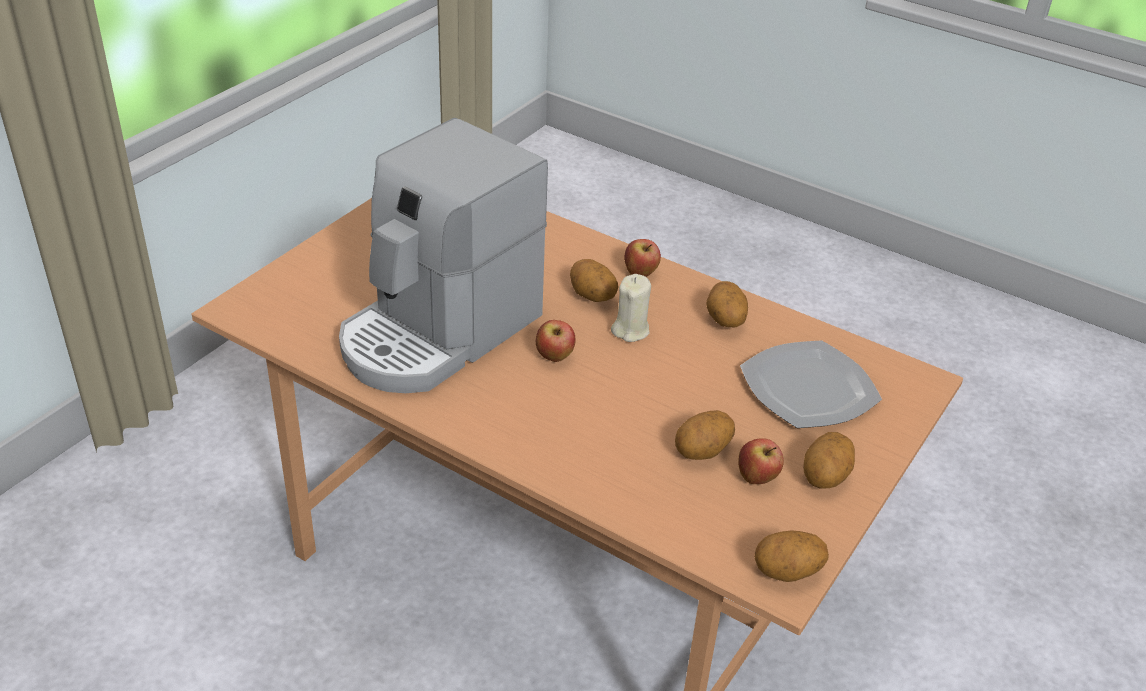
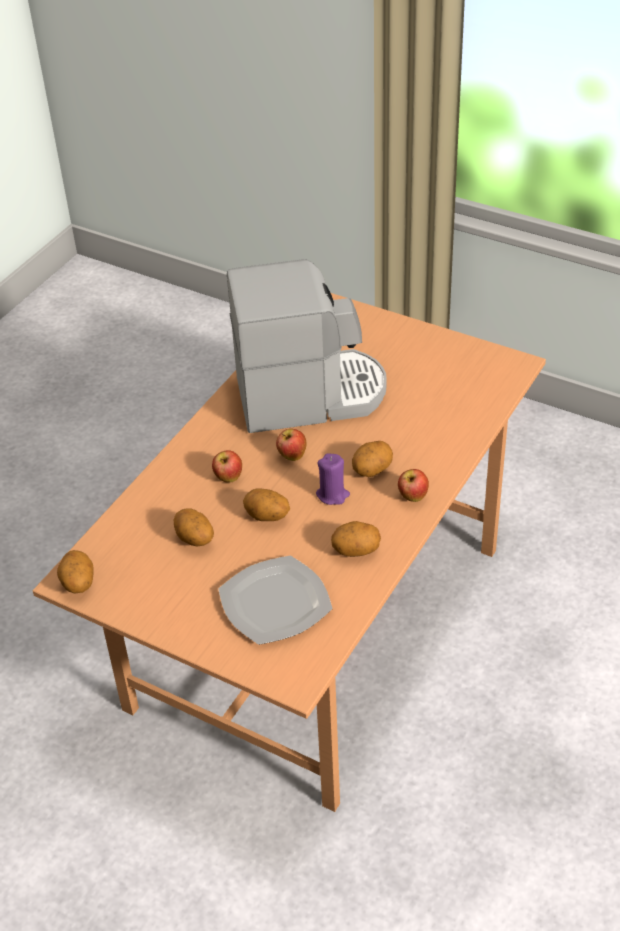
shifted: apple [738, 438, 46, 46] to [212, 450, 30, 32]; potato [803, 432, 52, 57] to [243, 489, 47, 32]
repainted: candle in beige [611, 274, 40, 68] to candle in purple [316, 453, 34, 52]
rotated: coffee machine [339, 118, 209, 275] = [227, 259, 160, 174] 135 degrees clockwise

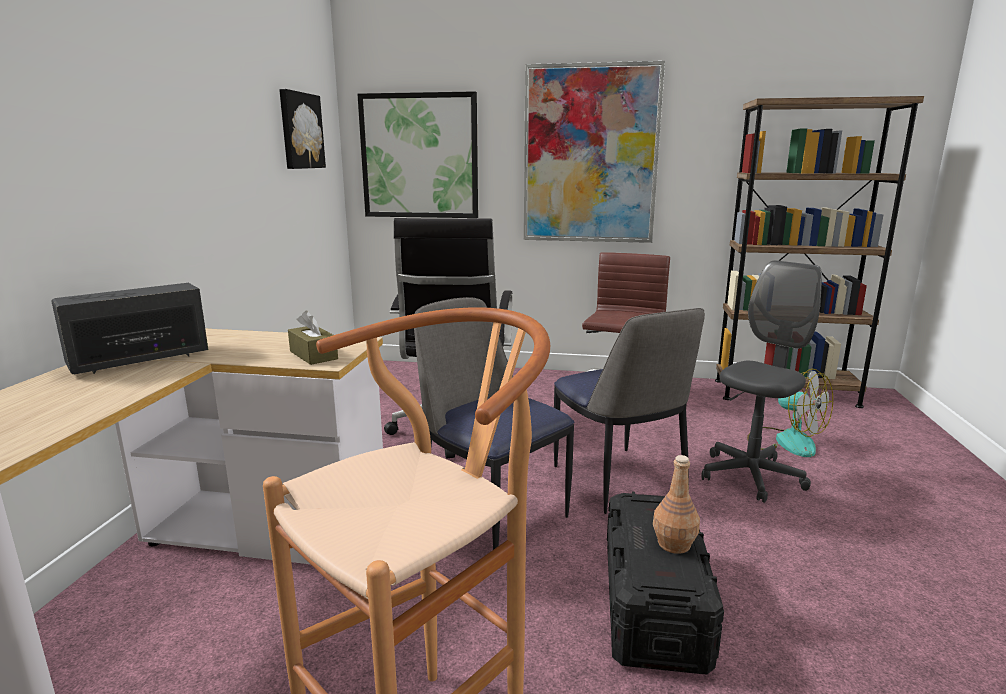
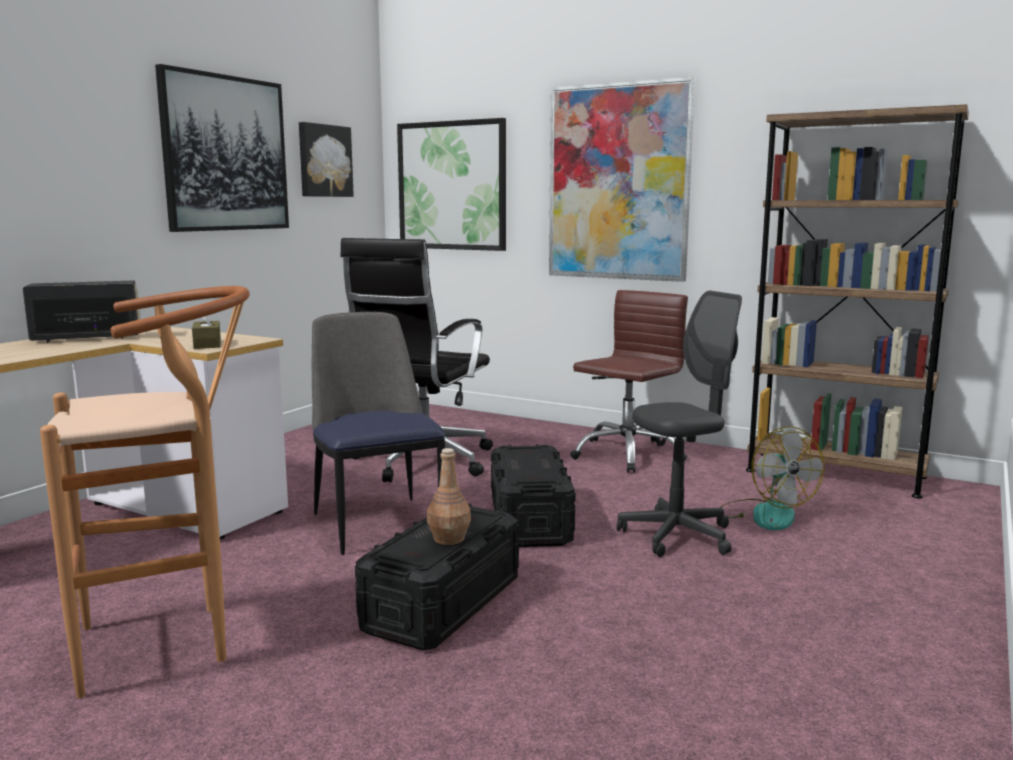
new: picture [155, 64, 134, 168]
swapped: chair [554, 308, 151, 206] to storage box in black [491, 444, 85, 103]

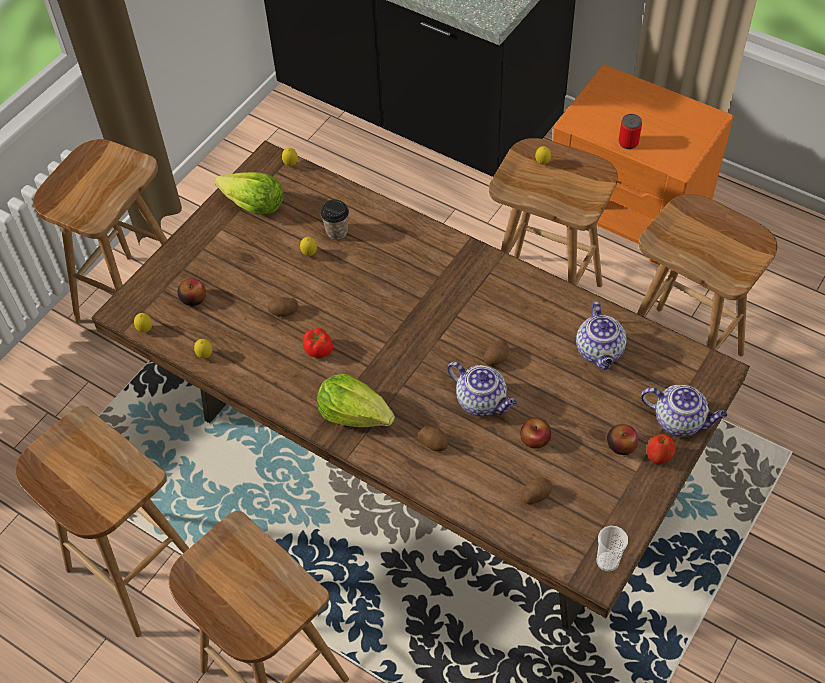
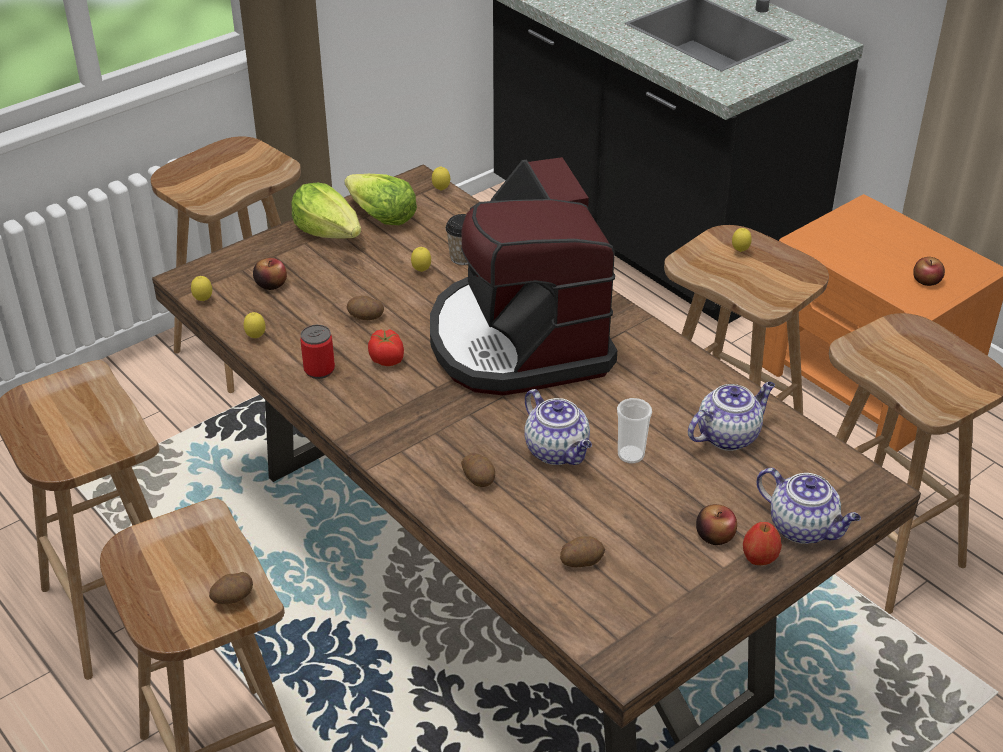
new: coffee machine [430, 157, 187, 238]
shifted: lettuce [317, 374, 78, 53] to [291, 183, 70, 55]; potato [484, 340, 25, 26] to [209, 572, 44, 32]; apple [520, 418, 31, 31] to [913, 257, 32, 29]; cup [597, 526, 31, 46] to [617, 398, 35, 65]; can [618, 114, 24, 35] to [300, 325, 35, 54]
rotated: teapot [576, 301, 51, 69] = [688, 382, 87, 69] 135 degrees counterclockwise

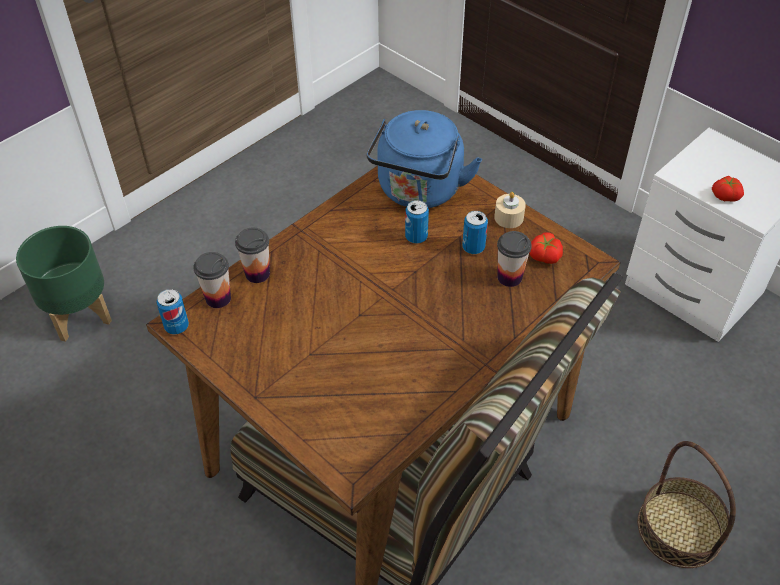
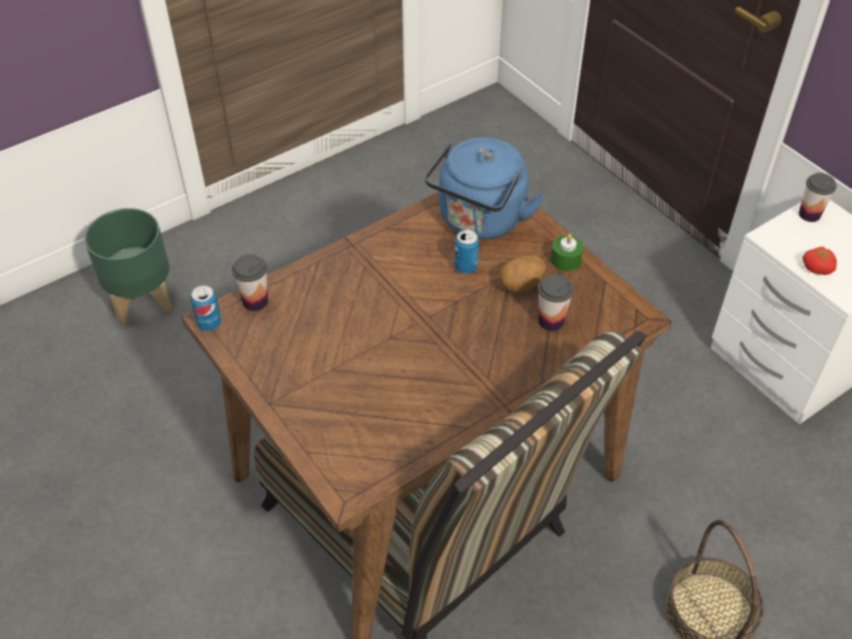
gone: tomato [529, 232, 34, 32]
shifted: cup [235, 228, 35, 55] to [799, 173, 37, 49]
swapped: can [462, 211, 26, 43] to potato [499, 255, 48, 37]
repainted: candle in beige [494, 192, 32, 36] to candle in green [551, 234, 33, 37]

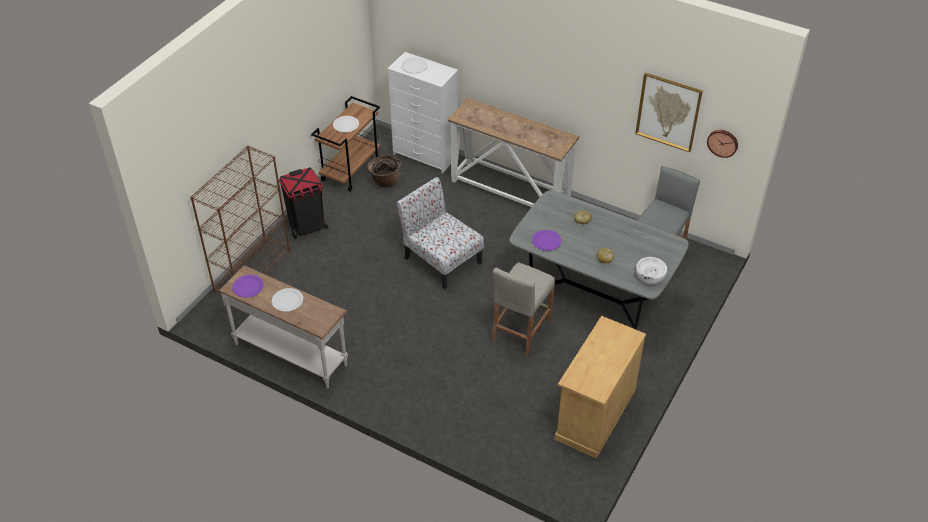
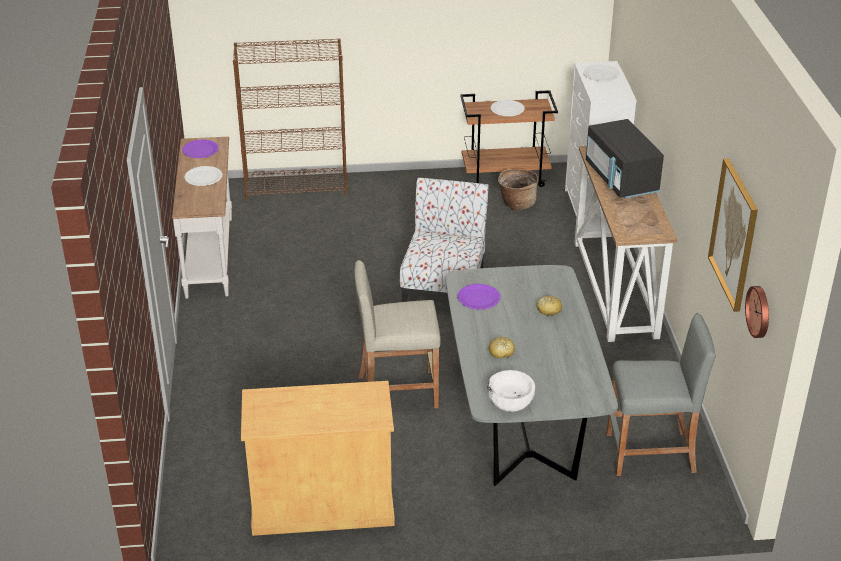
gone: trash can in black [279, 167, 49, 72]
new: microwave in black [586, 119, 78, 80]

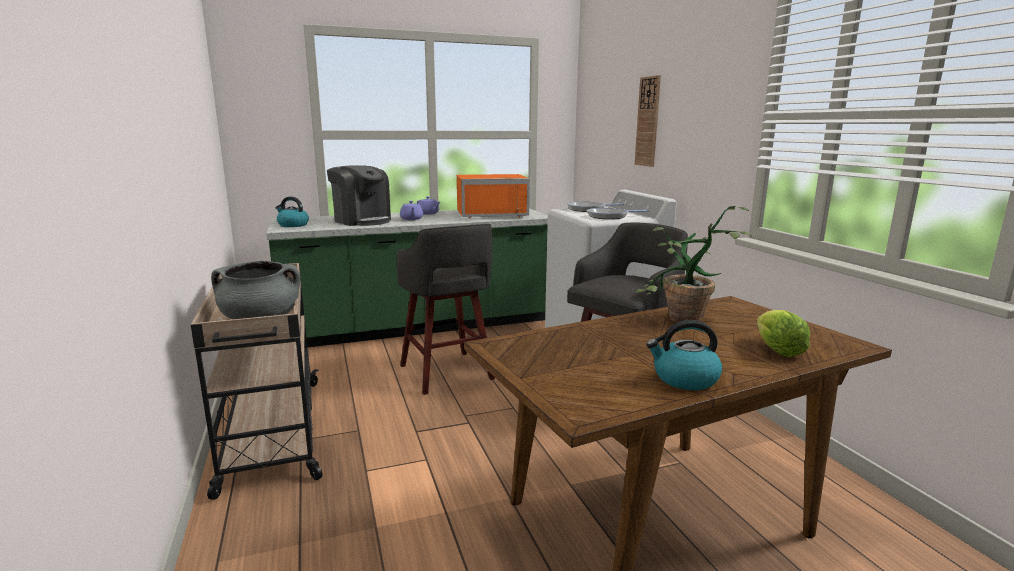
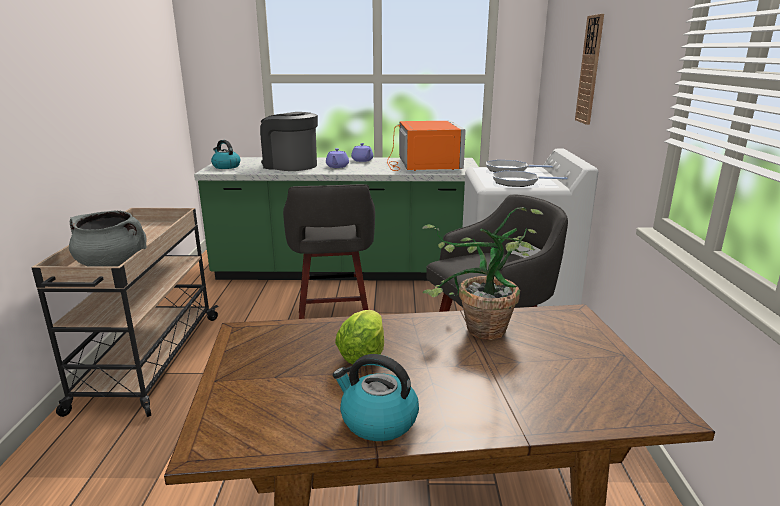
shifted: lettuce [757, 310, 53, 47] to [335, 310, 49, 56]
rotated: coffee machine [327, 165, 64, 61] = [260, 112, 58, 59] 150 degrees clockwise; microwave in orange [457, 174, 73, 44] = [387, 121, 79, 50] 105 degrees counterclockwise

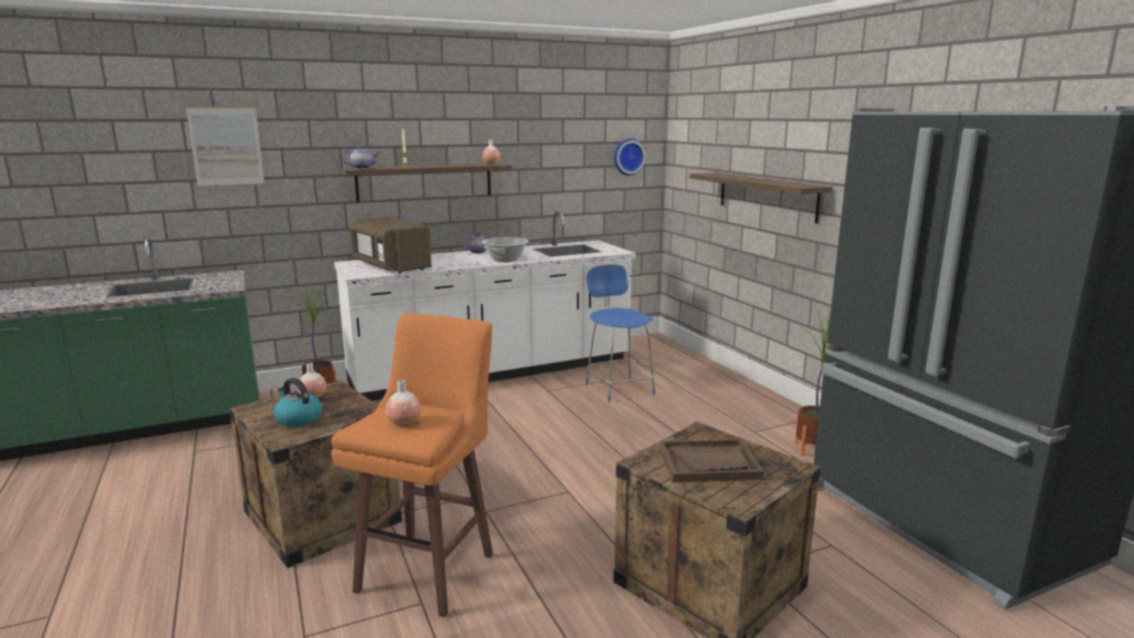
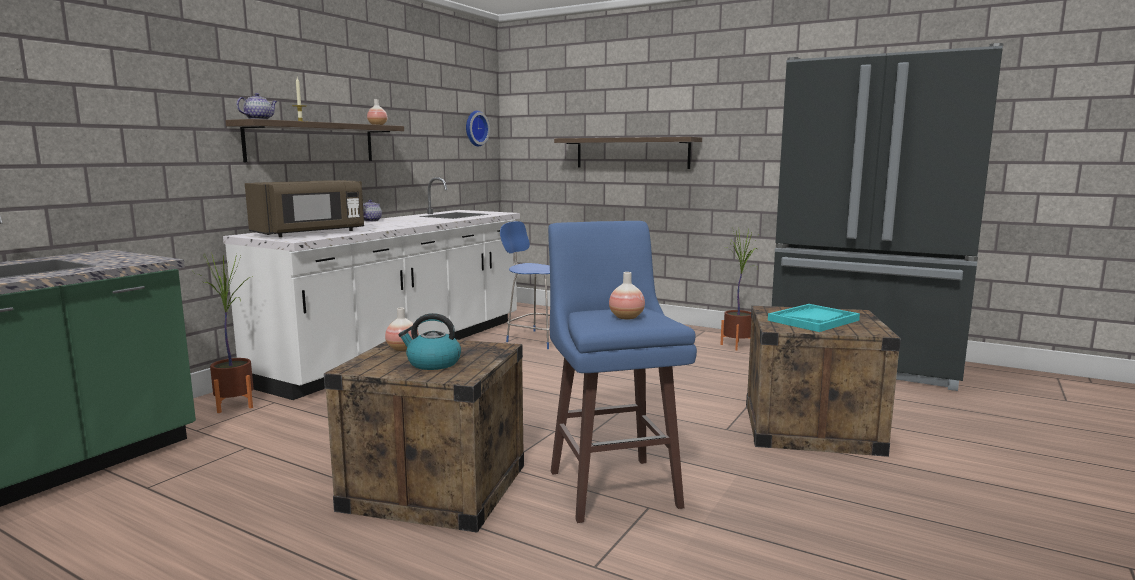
gone: picture [186, 106, 79, 82]; cooking pot [482, 237, 47, 25]
repainted: stool in orange [332, 313, 161, 305] to stool in blue [548, 221, 149, 302]; tray in brown [659, 439, 105, 43] to tray in turquoise [768, 304, 92, 28]
rotated: microwave in brown [349, 217, 83, 57] = [245, 180, 119, 57] 60 degrees counterclockwise

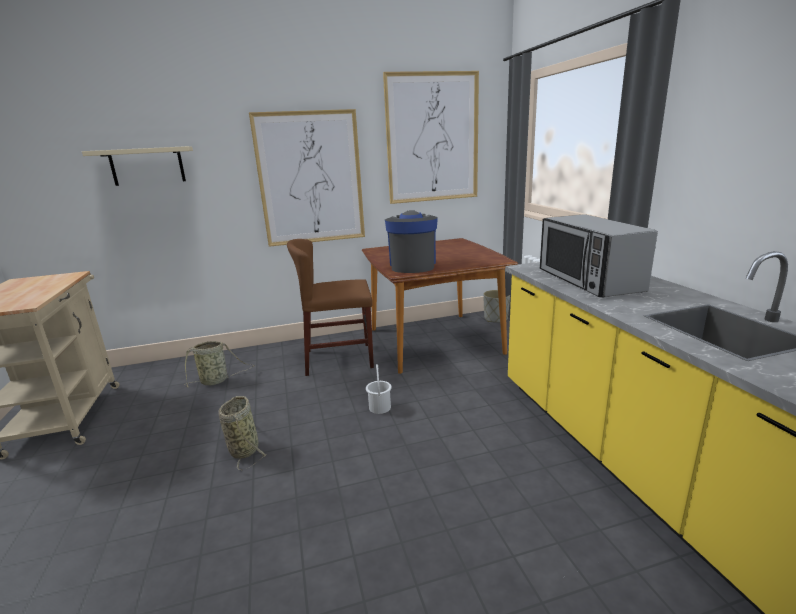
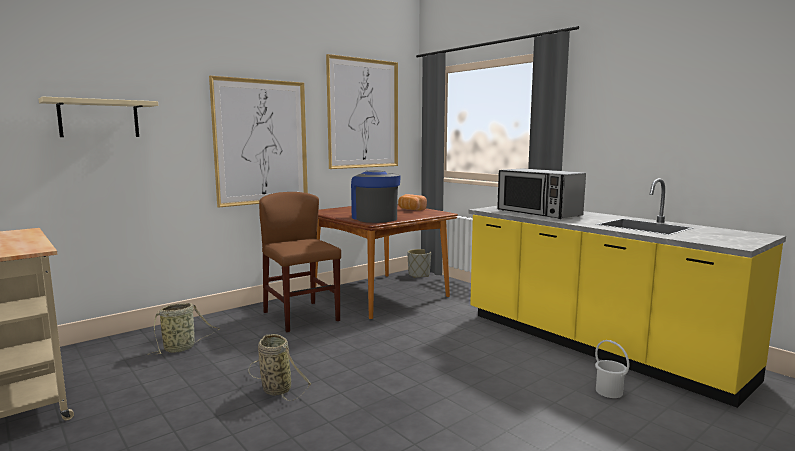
new: bread [398, 194, 29, 17]
shifted: bucket in white [366, 364, 26, 50] to [595, 340, 34, 58]
rotated: chair in brown [287, 239, 87, 137] = [259, 192, 82, 140] 90 degrees clockwise

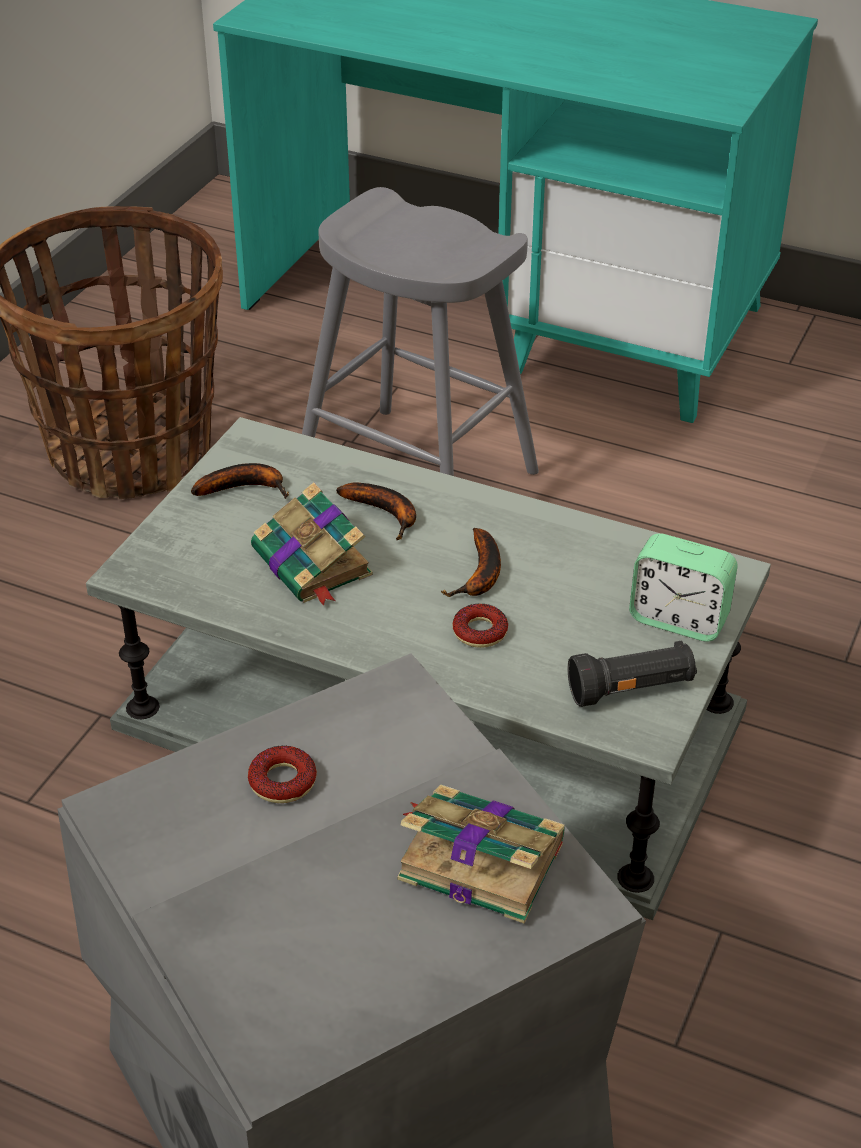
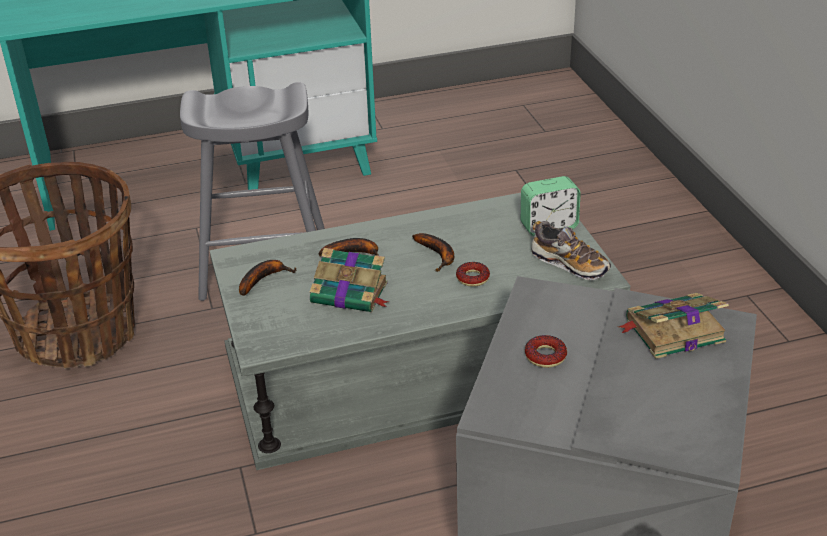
swapped: flashlight in black [568, 640, 129, 67] to shoe [531, 221, 80, 59]

